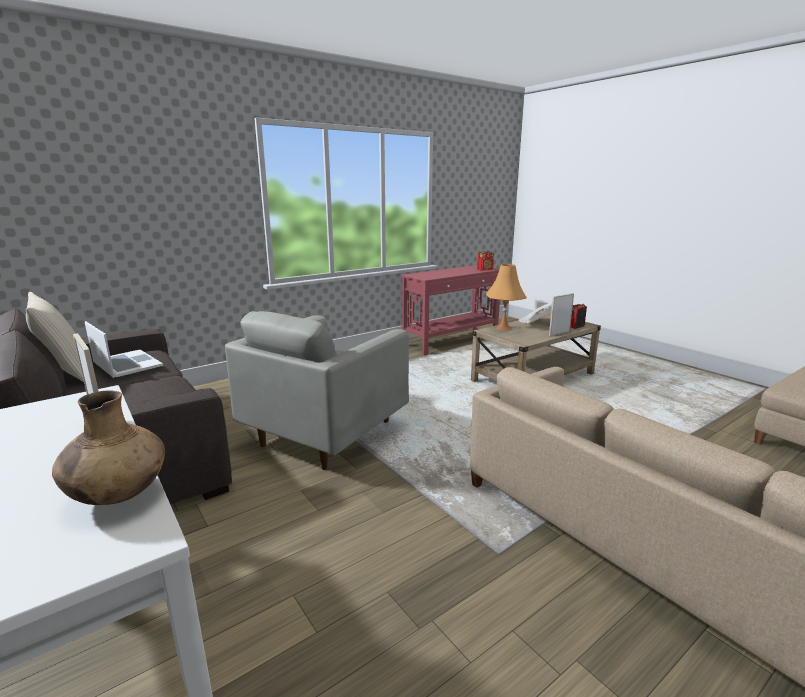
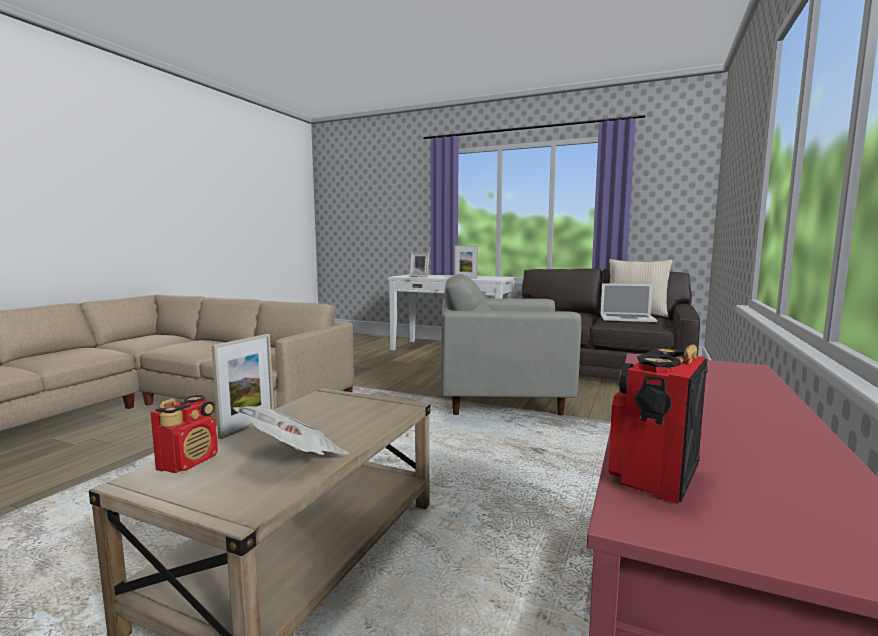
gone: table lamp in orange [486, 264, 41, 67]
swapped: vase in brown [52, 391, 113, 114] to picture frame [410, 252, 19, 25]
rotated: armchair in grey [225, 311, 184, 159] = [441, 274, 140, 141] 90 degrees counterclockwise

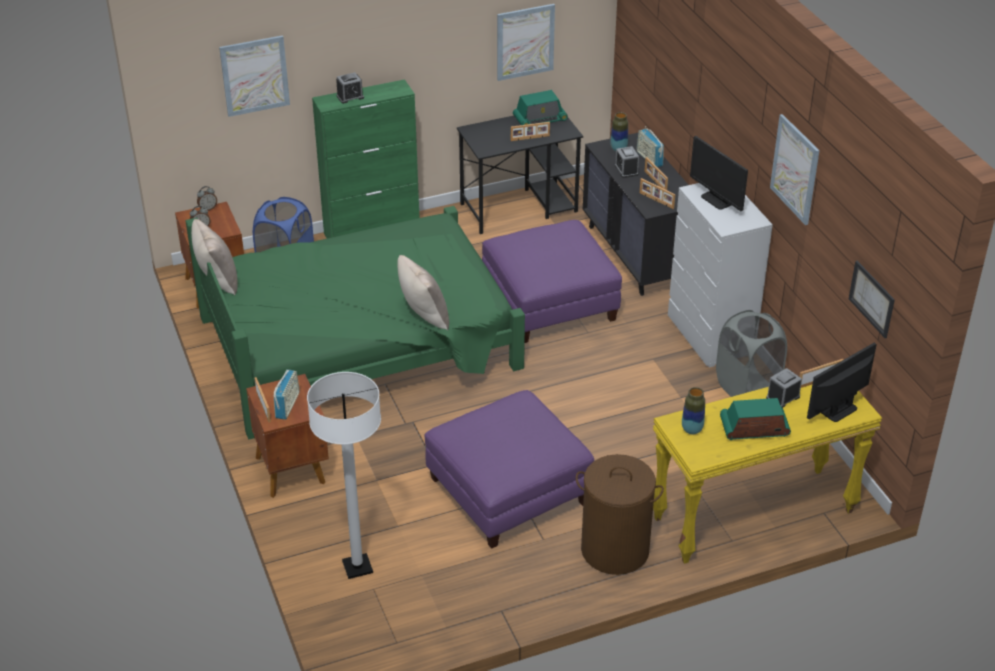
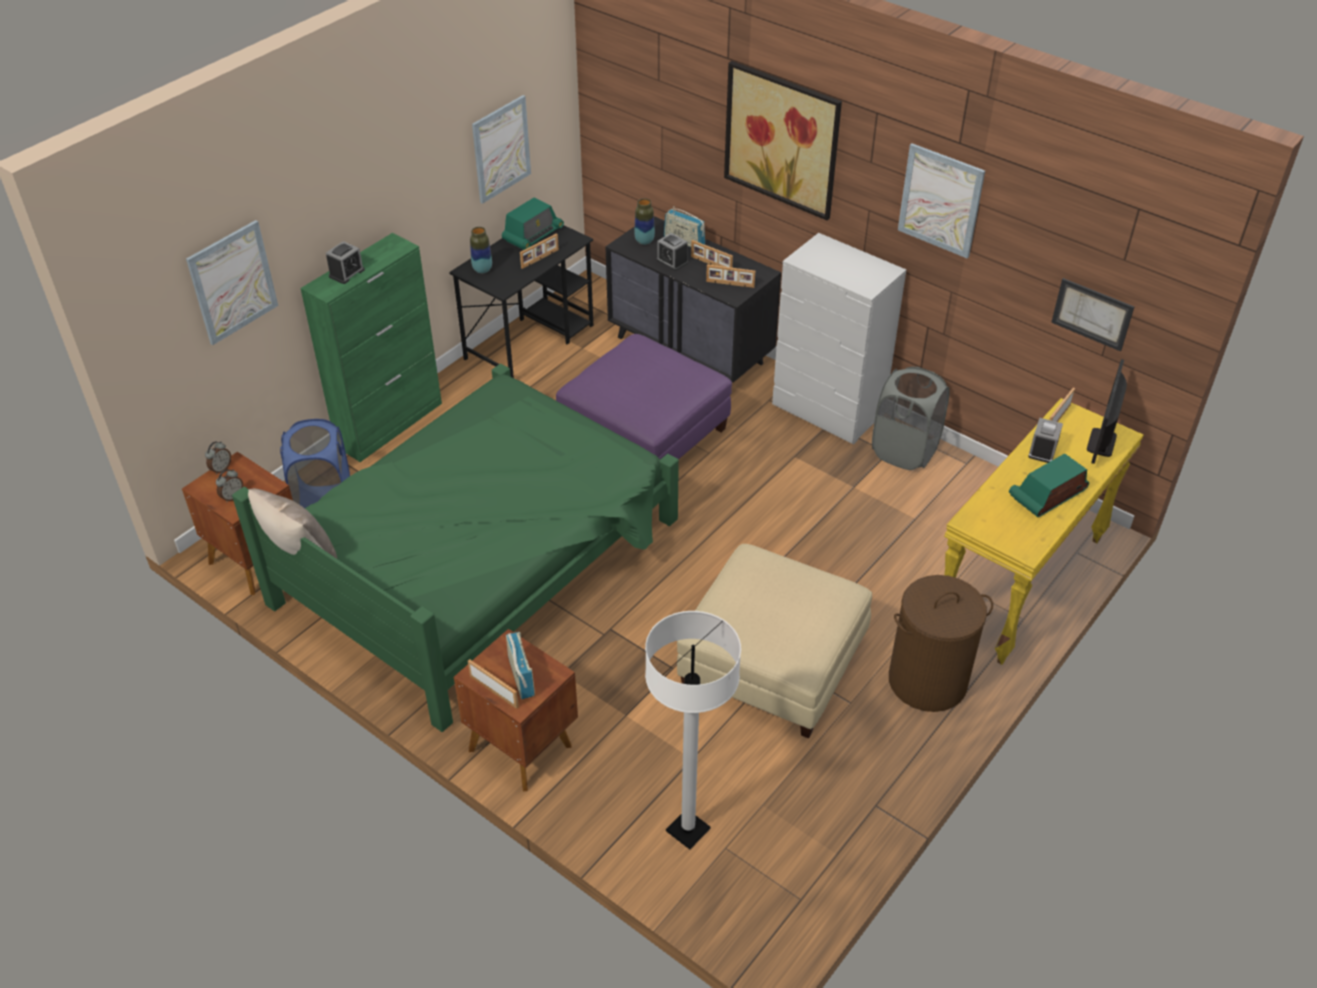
gone: pillow in beige [397, 255, 52, 76]; monitor [690, 136, 58, 75]
new: picture [724, 61, 118, 159]
shifted: vase [682, 387, 23, 47] to [470, 227, 22, 46]
repainted: ottoman in purple [424, 390, 170, 159] to ottoman in beige [677, 544, 195, 194]

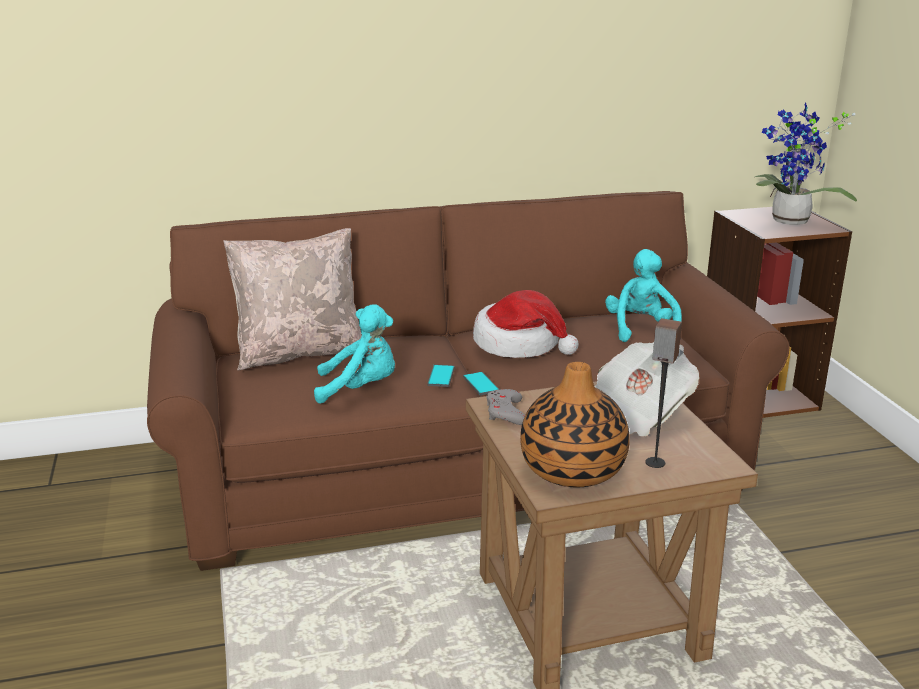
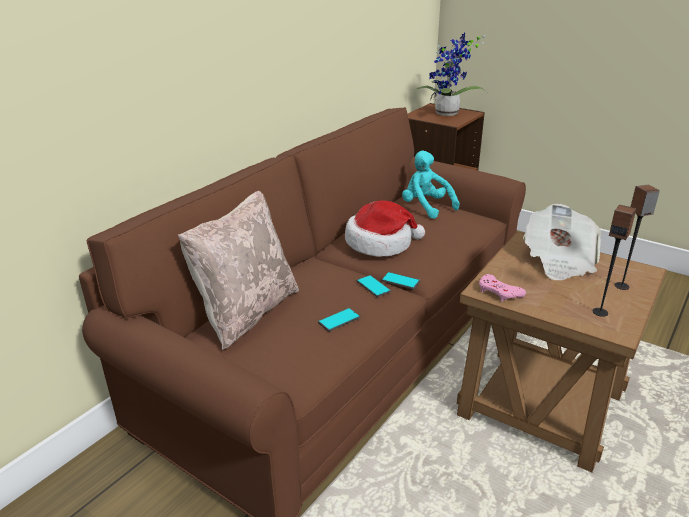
swapped: plush toy in turquoise [314, 304, 81, 100] to phone [318, 308, 42, 24]; vase [520, 362, 110, 125] to speaker [593, 205, 44, 112]
repainted: game controller in grey [486, 389, 39, 36] to game controller in pink [479, 274, 47, 28]

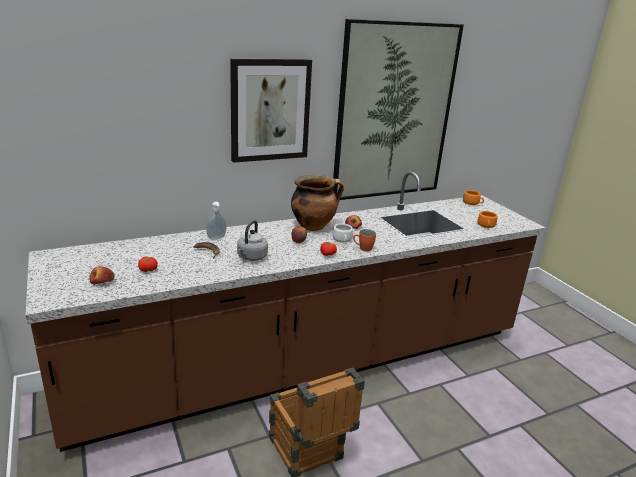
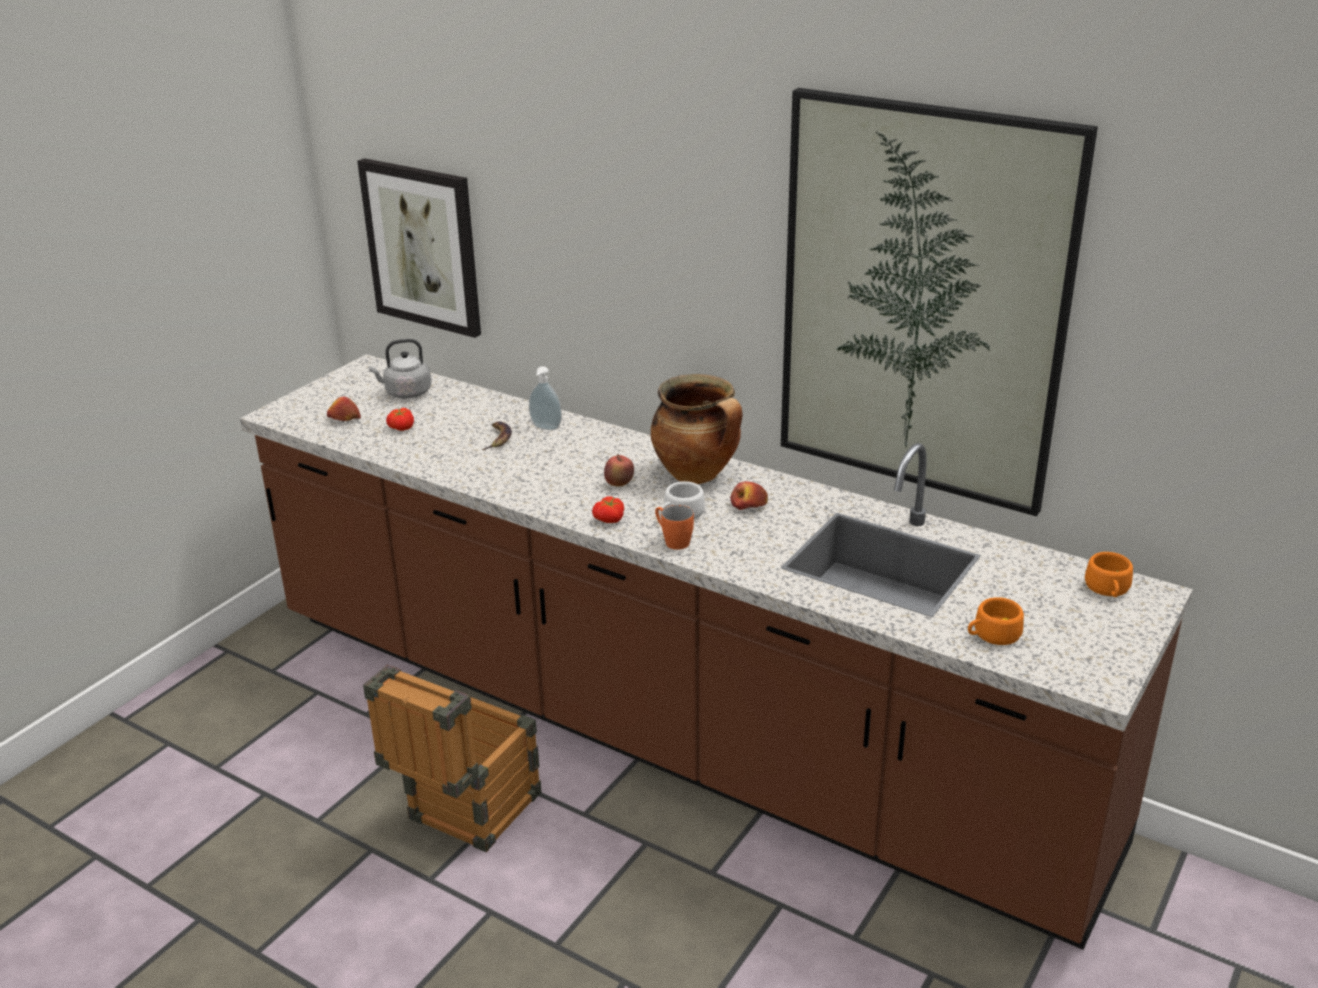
shifted: picture [230, 59, 82, 104] to [357, 158, 124, 180]; kettle in grey [237, 220, 31, 41] to [368, 339, 63, 60]

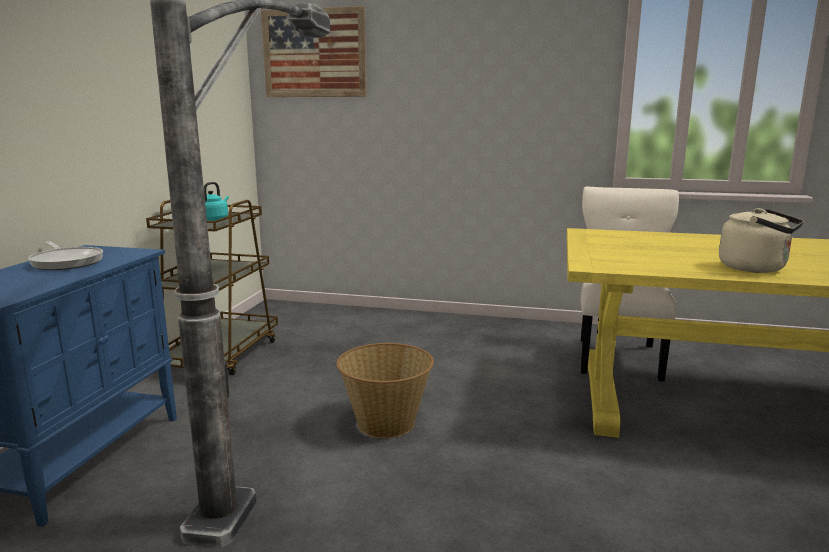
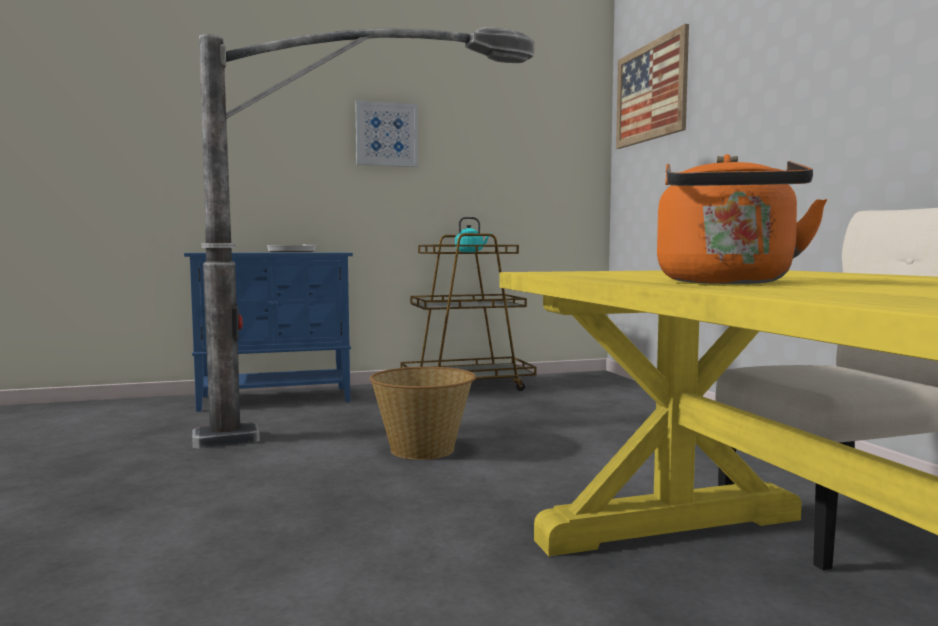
new: picture [355, 100, 63, 67]
repainted: kettle in beige [719, 208, 85, 65] to kettle in orange [657, 154, 170, 130]

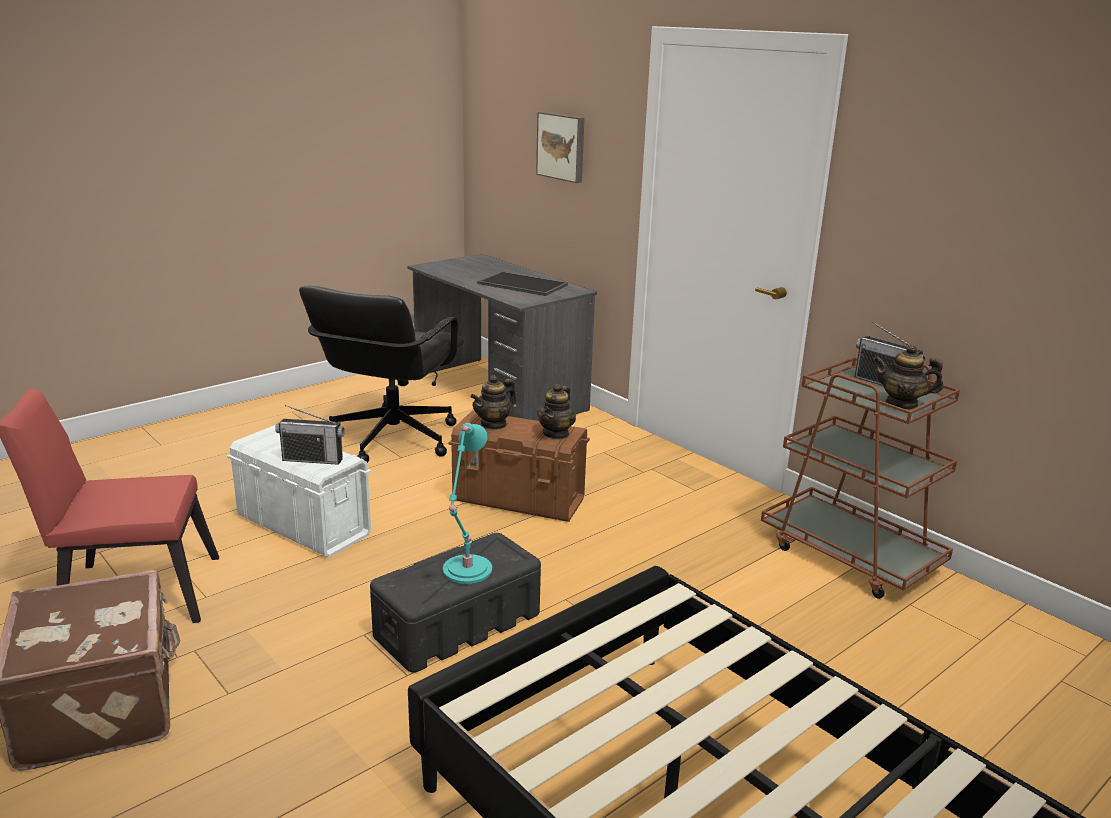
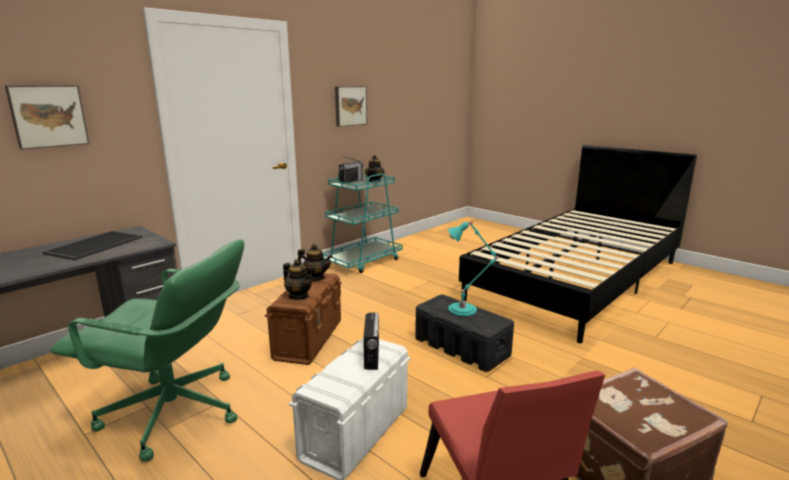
new: picture [335, 86, 32, 41]
repainted: office chair in black [299, 286, 166, 177] to office chair in green [50, 239, 194, 223]; cart in brown [761, 357, 199, 242] to cart in turquoise [323, 173, 80, 100]

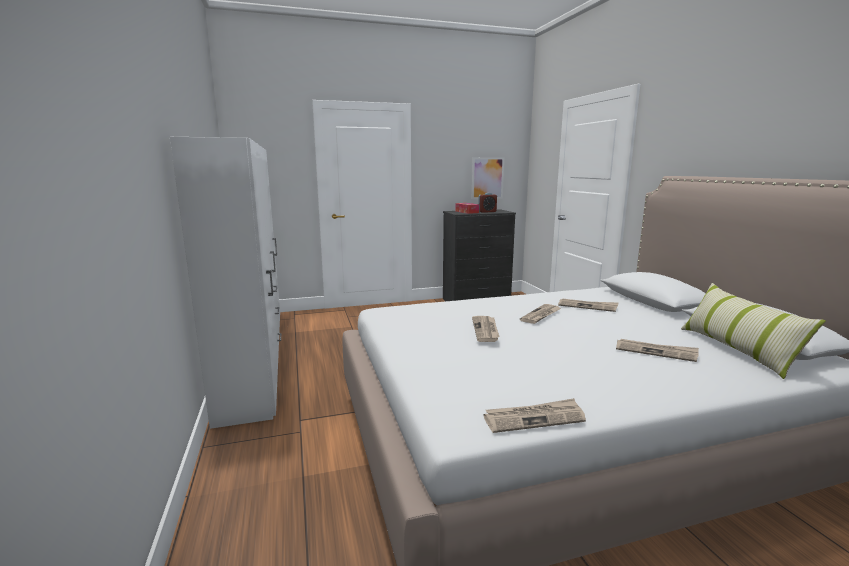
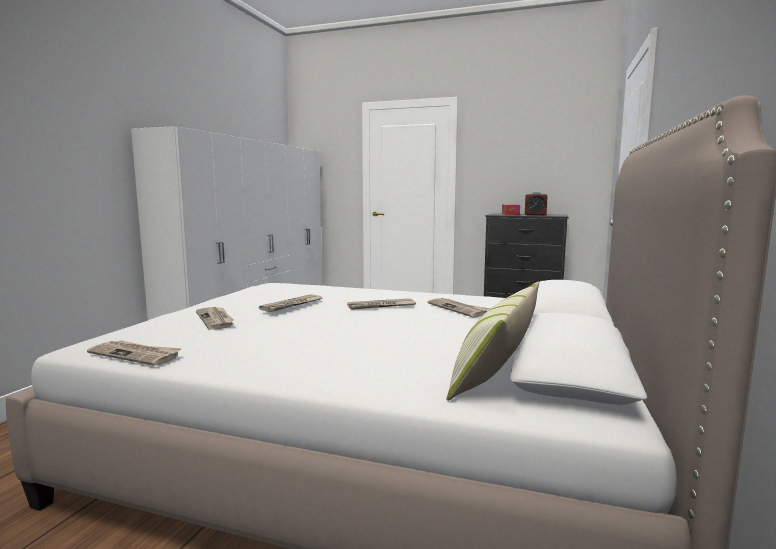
gone: picture [472, 157, 32, 42]
shifted: newspaper [616, 339, 83, 23] to [196, 307, 38, 23]

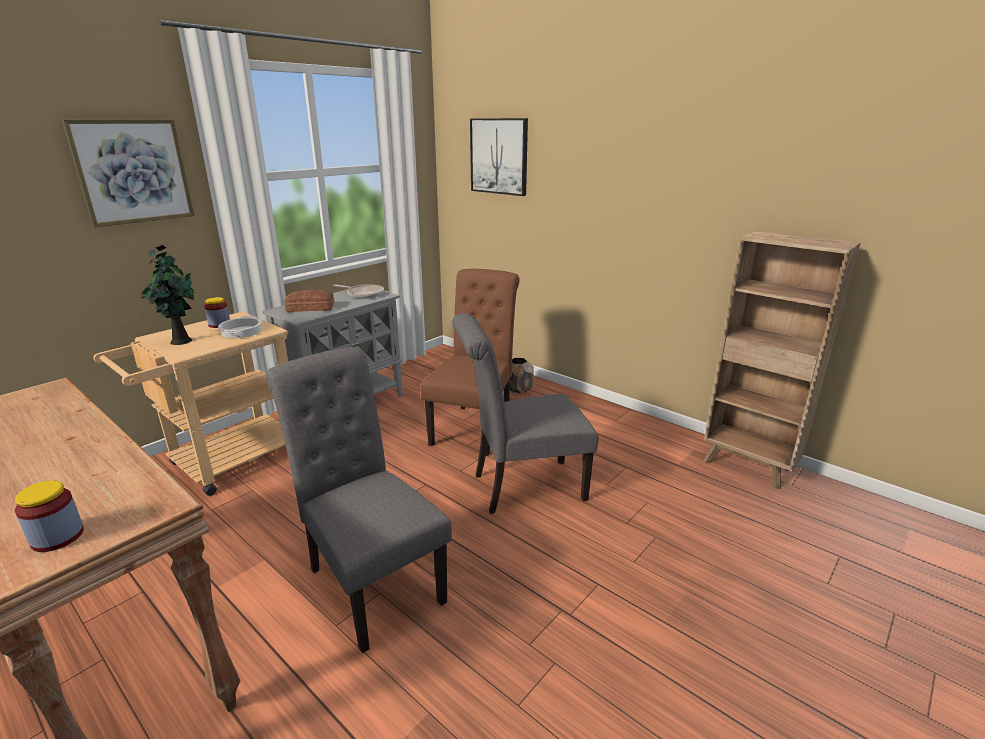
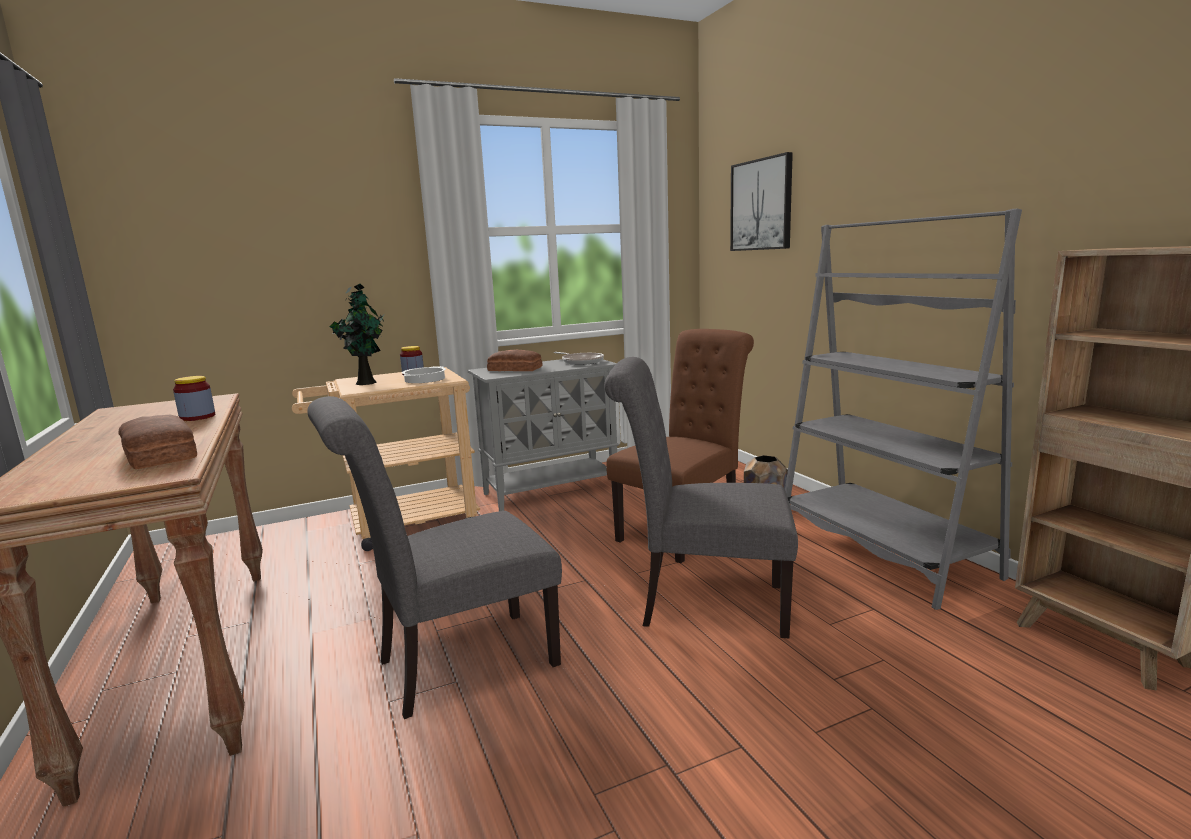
gone: picture [62, 120, 132, 107]
new: bread [118, 415, 79, 54]; bookcase in grey [785, 209, 237, 401]
shifted: jar [15, 480, 69, 72] to [173, 376, 42, 45]
rotated: chair in grey [265, 347, 187, 306] = [307, 396, 255, 323] 105 degrees counterclockwise

